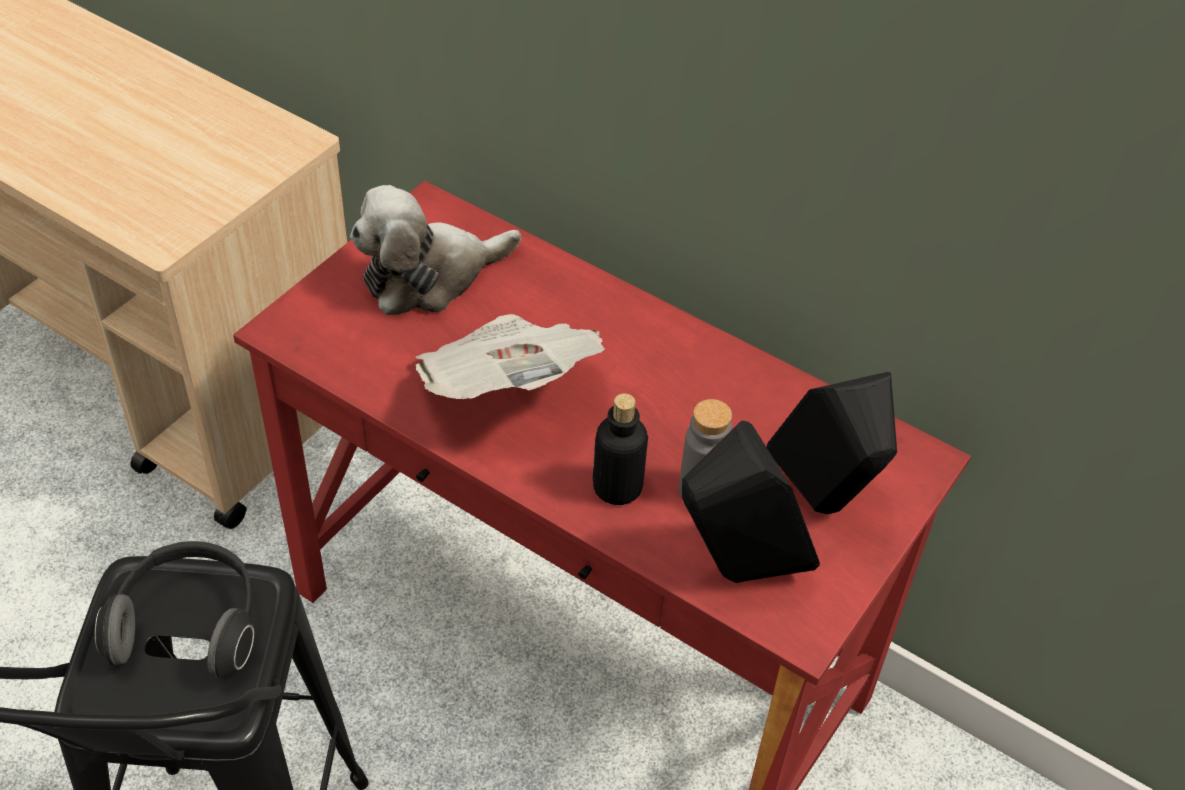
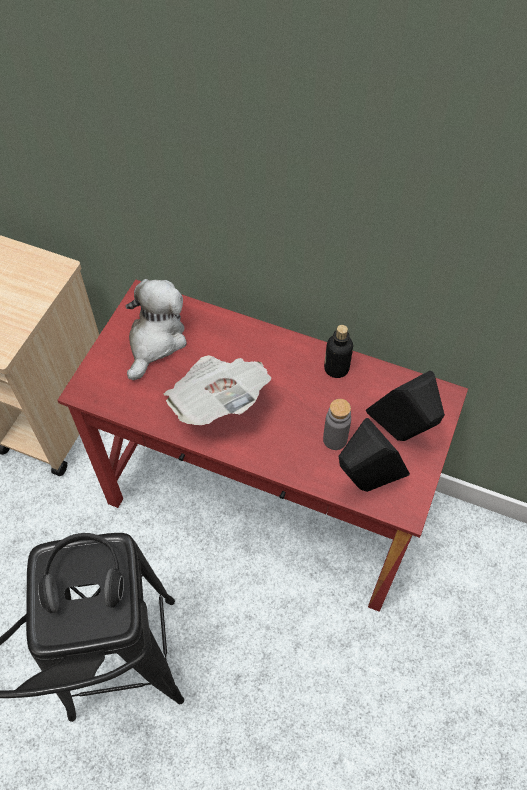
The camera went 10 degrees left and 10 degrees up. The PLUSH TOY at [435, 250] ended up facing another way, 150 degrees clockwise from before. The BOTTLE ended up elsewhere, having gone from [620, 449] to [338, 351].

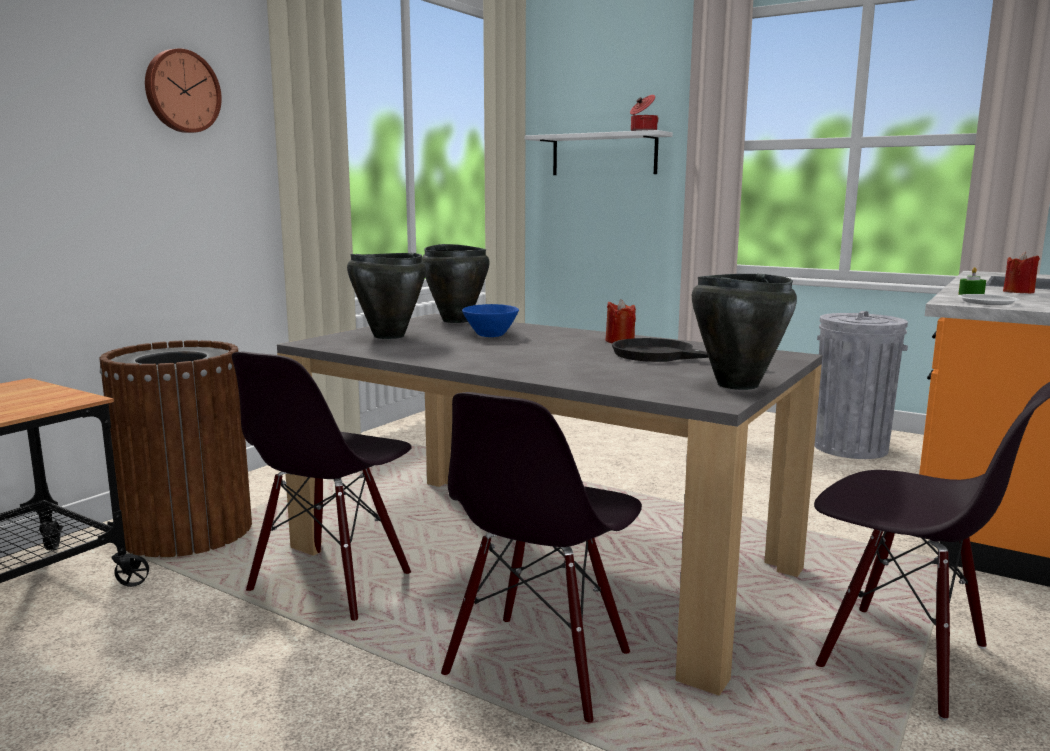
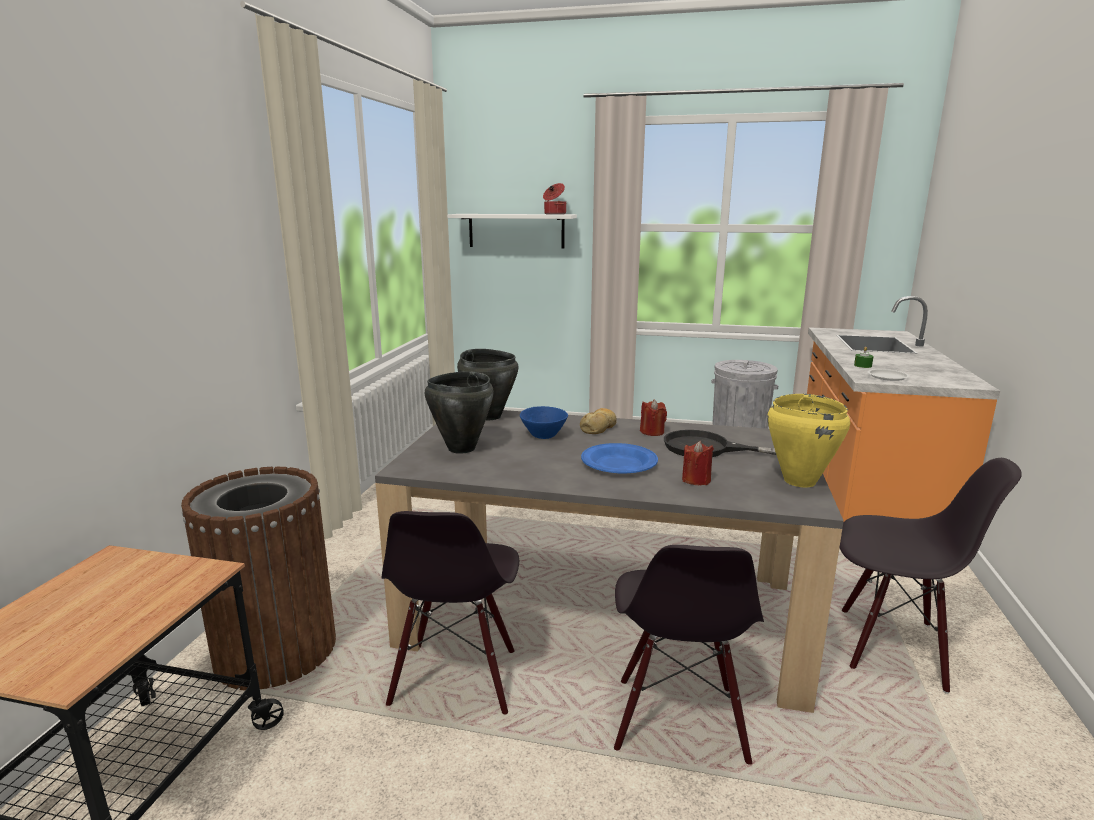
The camera went 20 degrees left and 5 degrees up. The second view lost the WALL CLOCK at [183, 90]. The RED CANDLE ended up elsewhere, having gone from [1021, 273] to [698, 463]. What was the BLACK COOKING POT at [744, 331] turned into the YELLOW COOKING POT at [808, 440]. The second view gained the BREAD at [598, 421]. The second view gained the BLUE PLATE at [619, 458].

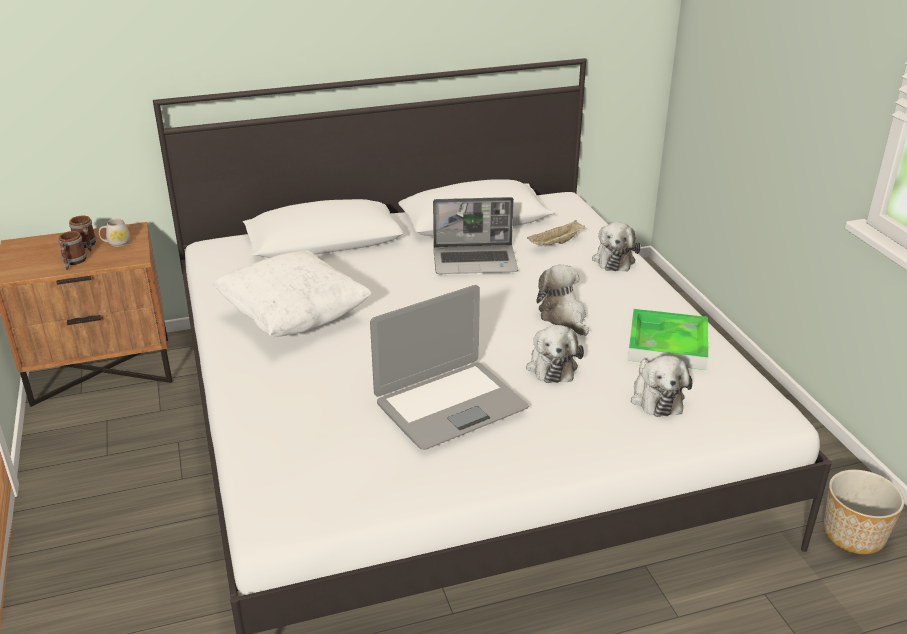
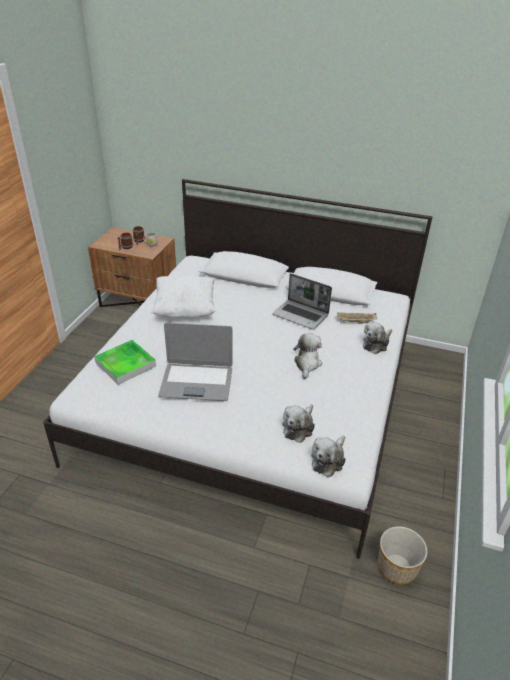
The camera went 35 degrees right and 5 degrees up. The TRAY ended up elsewhere, having gone from [667, 339] to [125, 362]. The PLUSH TOY ended up elsewhere, having gone from [555, 354] to [328, 456].

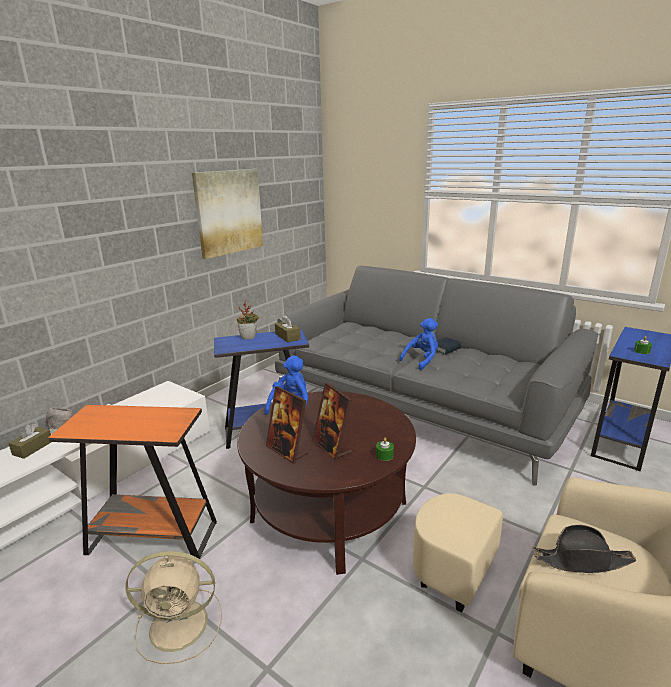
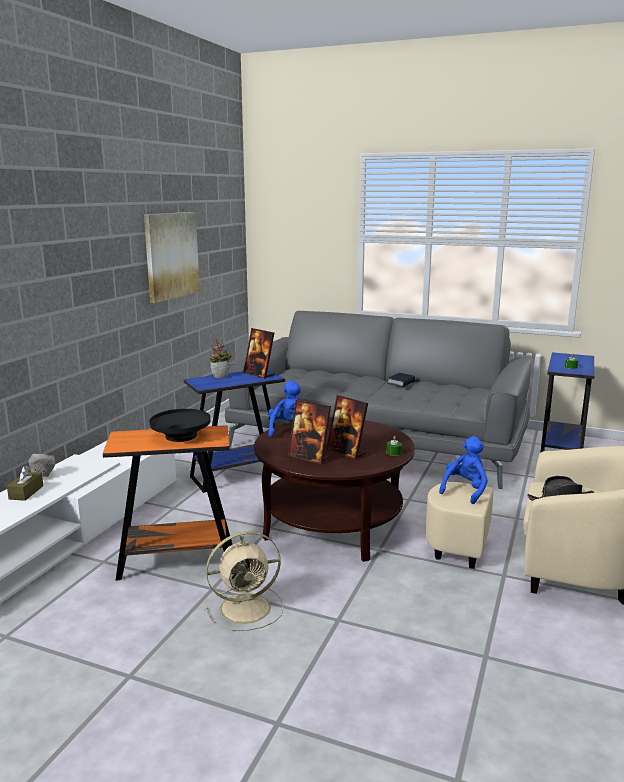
The camera went 15 degrees left and 5 degrees down. Where the BROWN TISSUE BOX stood at [288, 328], the PICTURE FRAME came to stand at [259, 353]. The BLUE PLUSH TOY ended up elsewhere, having gone from [418, 344] to [463, 470]. The second view gained the BLACK BOWL at [179, 425].

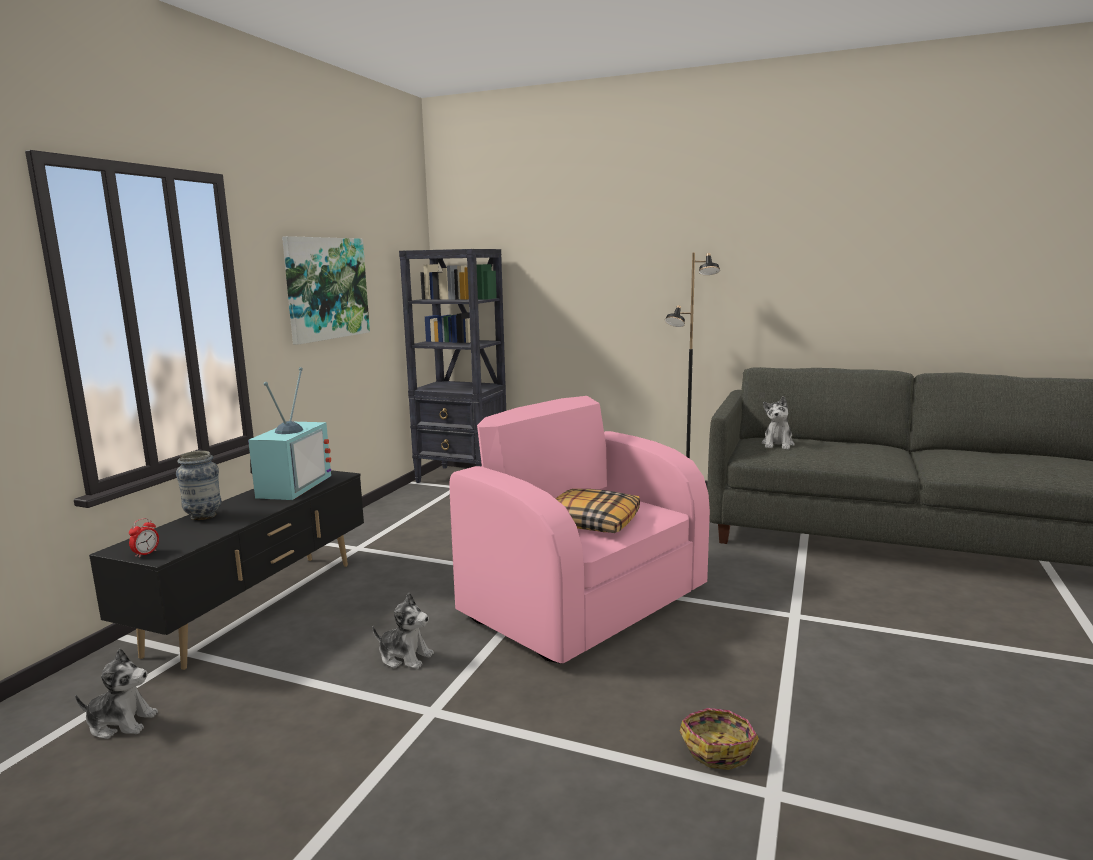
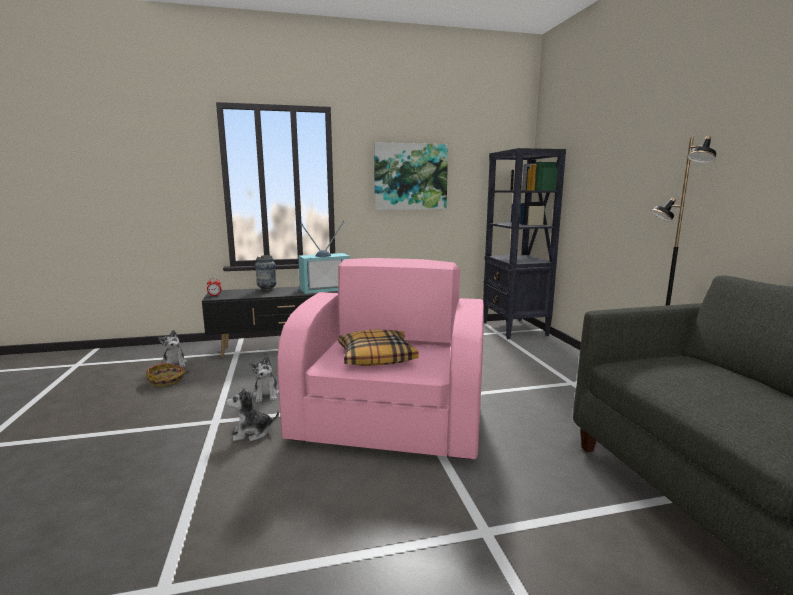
The camera went 55 degrees right and 0 degrees up. The PLUSH TOY ended up elsewhere, having gone from [778, 423] to [252, 413]. The BASKET ended up elsewhere, having gone from [719, 739] to [167, 374].

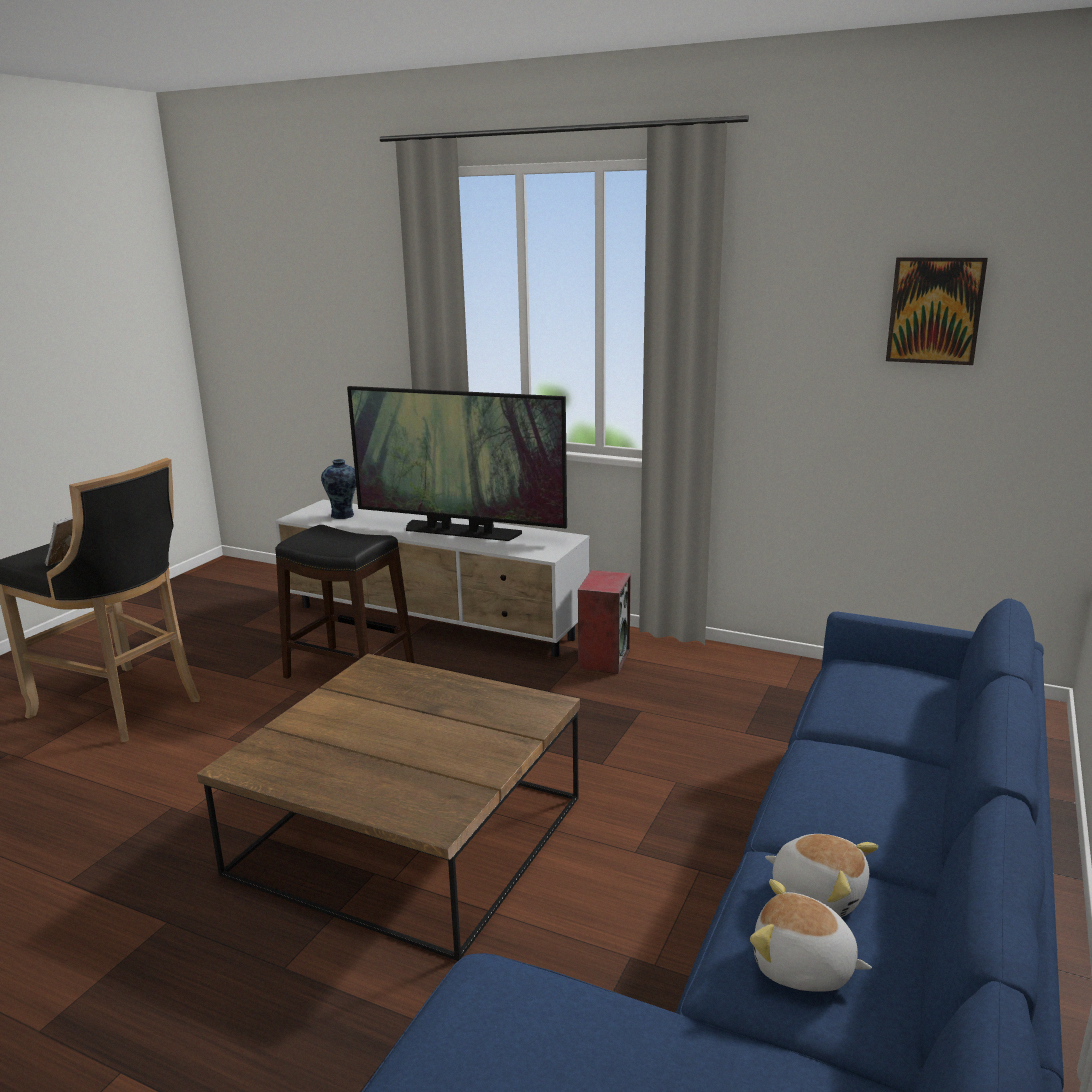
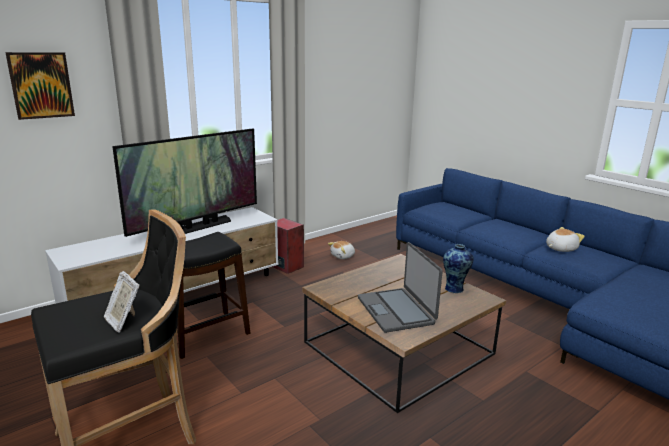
The camera went 65 degrees left and 0 degrees up. The PICTURE ended up elsewhere, having gone from [937, 311] to [40, 86]. The VASE ended up elsewhere, having gone from [338, 489] to [458, 268]. The PLUSH TOY ended up elsewhere, having gone from [811, 935] to [341, 250]. The second view gained the LAPTOP at [400, 287].

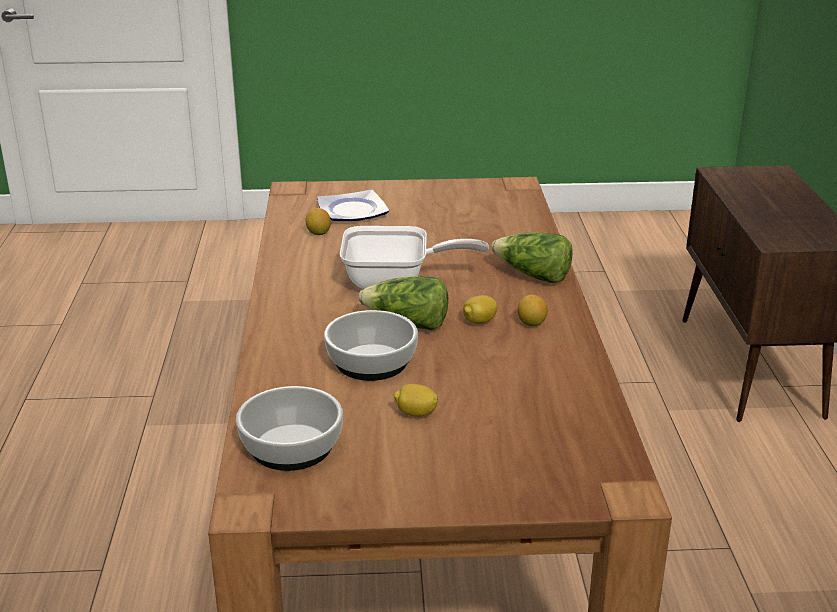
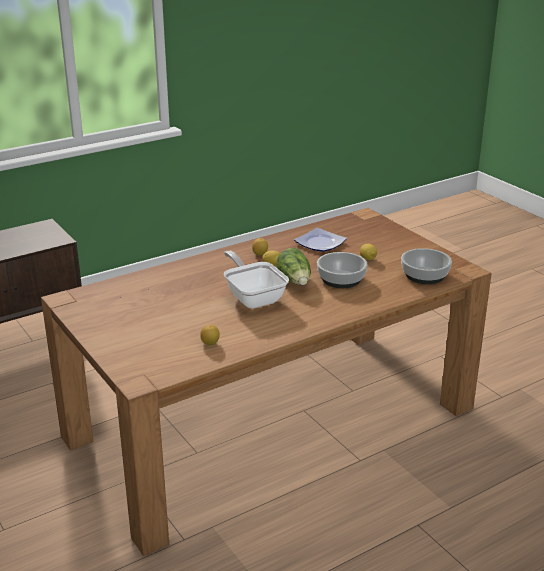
The camera went 120 degrees left and 0 degrees up. The PLATE ended up elsewhere, having gone from [353, 205] to [320, 240]. The second view lost the LETTUCE at [532, 258].

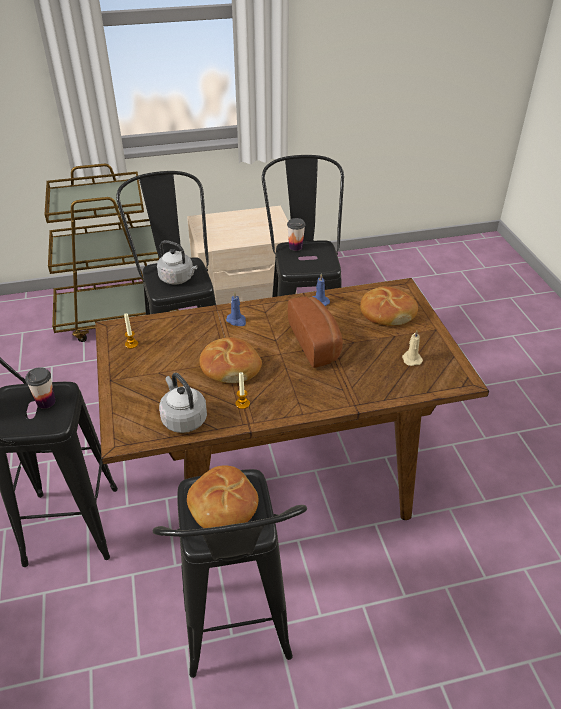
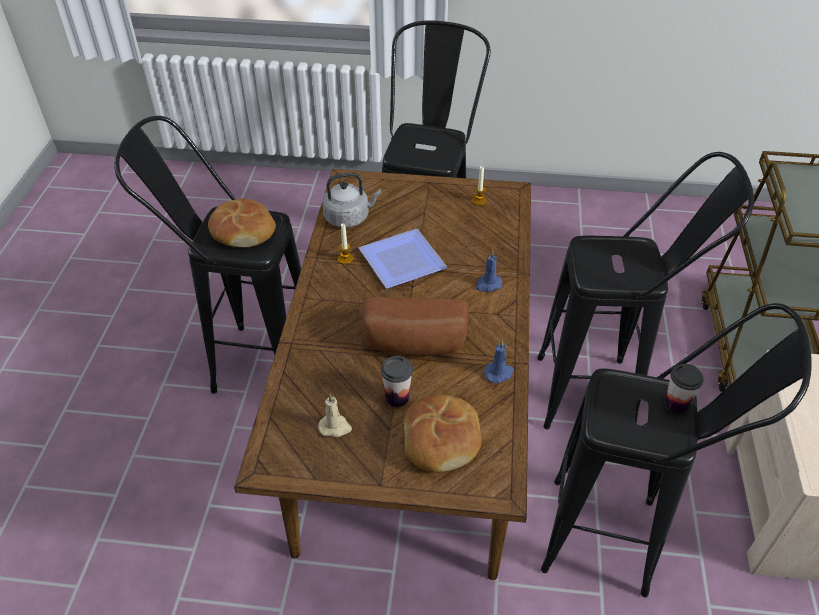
The camera went 110 degrees right and 5 degrees up. The second view lost the GREY KETTLE at [177, 262]. Where the BREAD stood at [230, 360], the PLATE came to stand at [403, 259]. The CUP ended up elsewhere, having gone from [40, 388] to [397, 381].

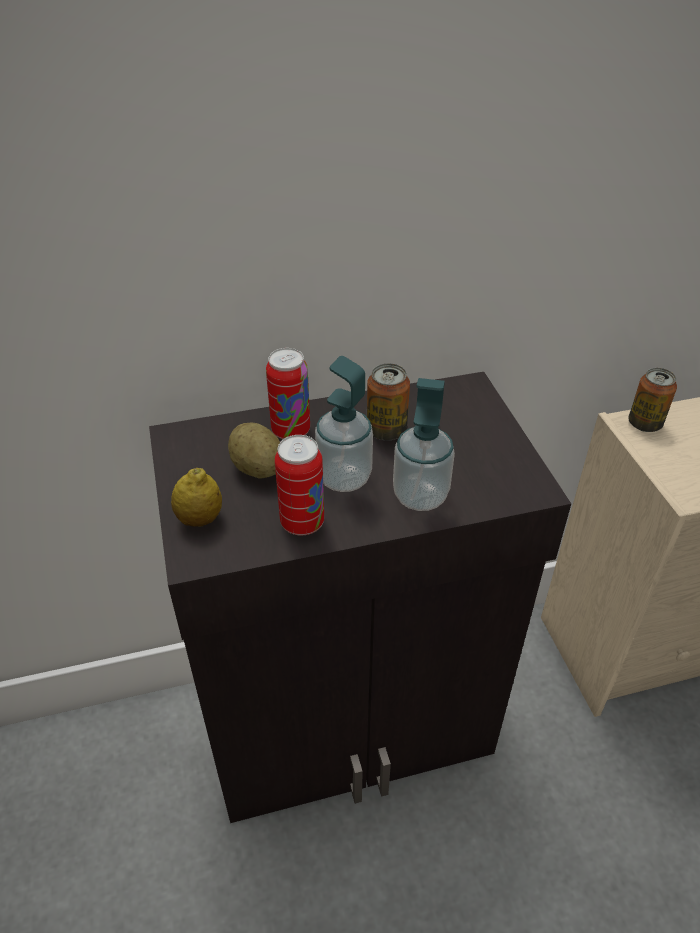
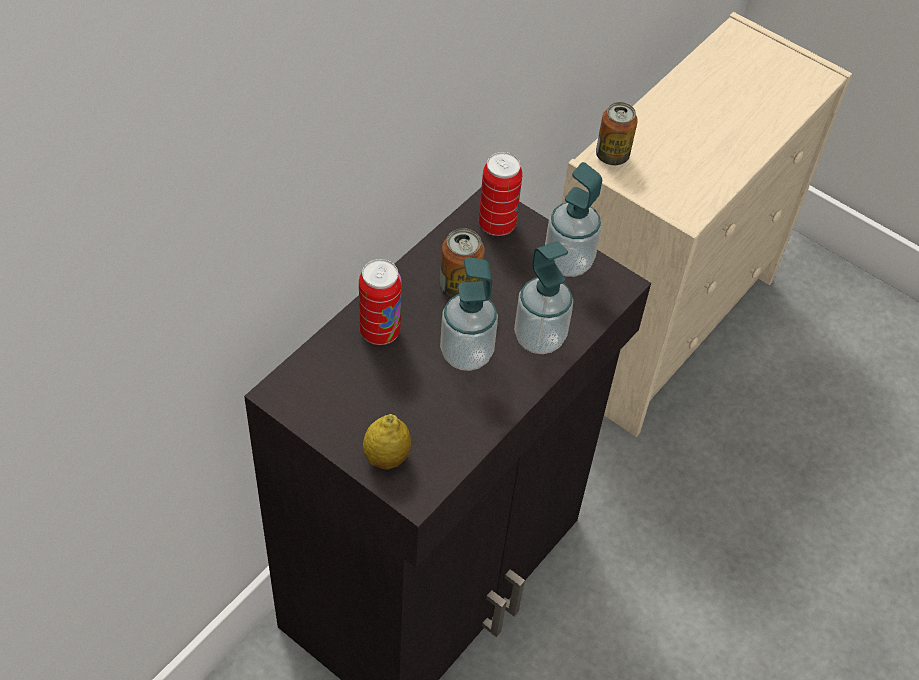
The camera went 40 degrees left and 10 degrees up. The second view lost the POTATO at [254, 450]. The CAN ended up elsewhere, having gone from [299, 485] to [501, 194]. The second view gained the SOAP DISPENSER at [573, 219].

